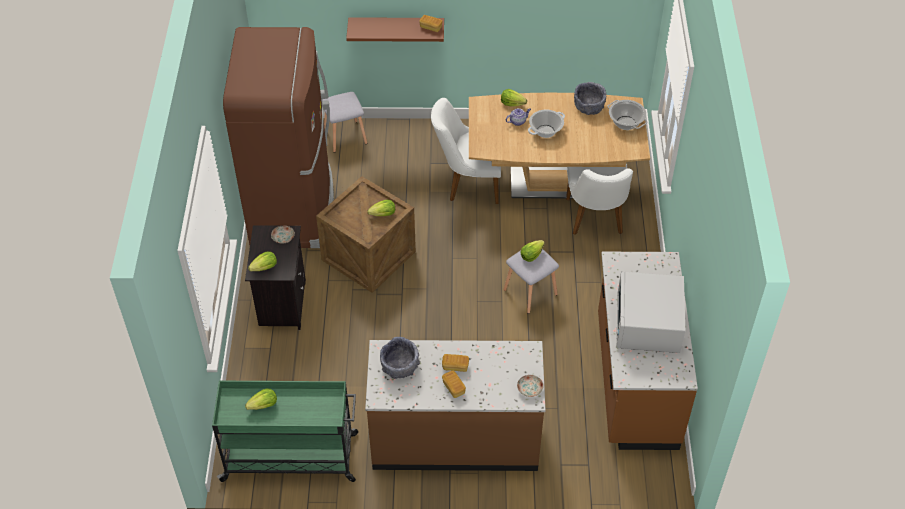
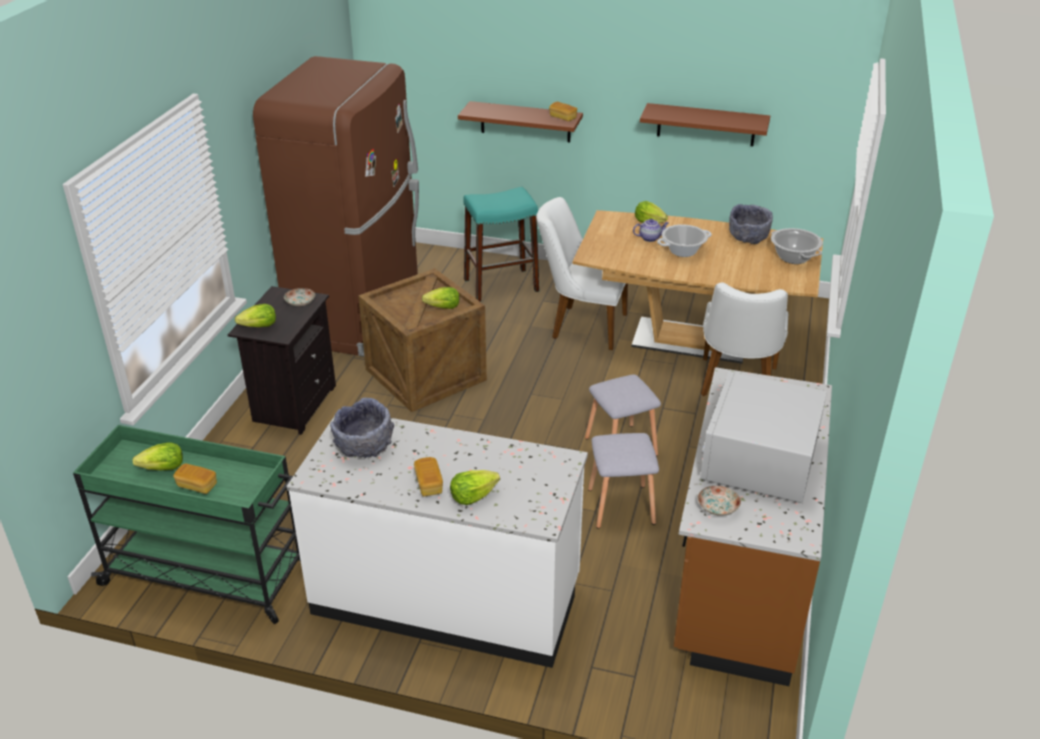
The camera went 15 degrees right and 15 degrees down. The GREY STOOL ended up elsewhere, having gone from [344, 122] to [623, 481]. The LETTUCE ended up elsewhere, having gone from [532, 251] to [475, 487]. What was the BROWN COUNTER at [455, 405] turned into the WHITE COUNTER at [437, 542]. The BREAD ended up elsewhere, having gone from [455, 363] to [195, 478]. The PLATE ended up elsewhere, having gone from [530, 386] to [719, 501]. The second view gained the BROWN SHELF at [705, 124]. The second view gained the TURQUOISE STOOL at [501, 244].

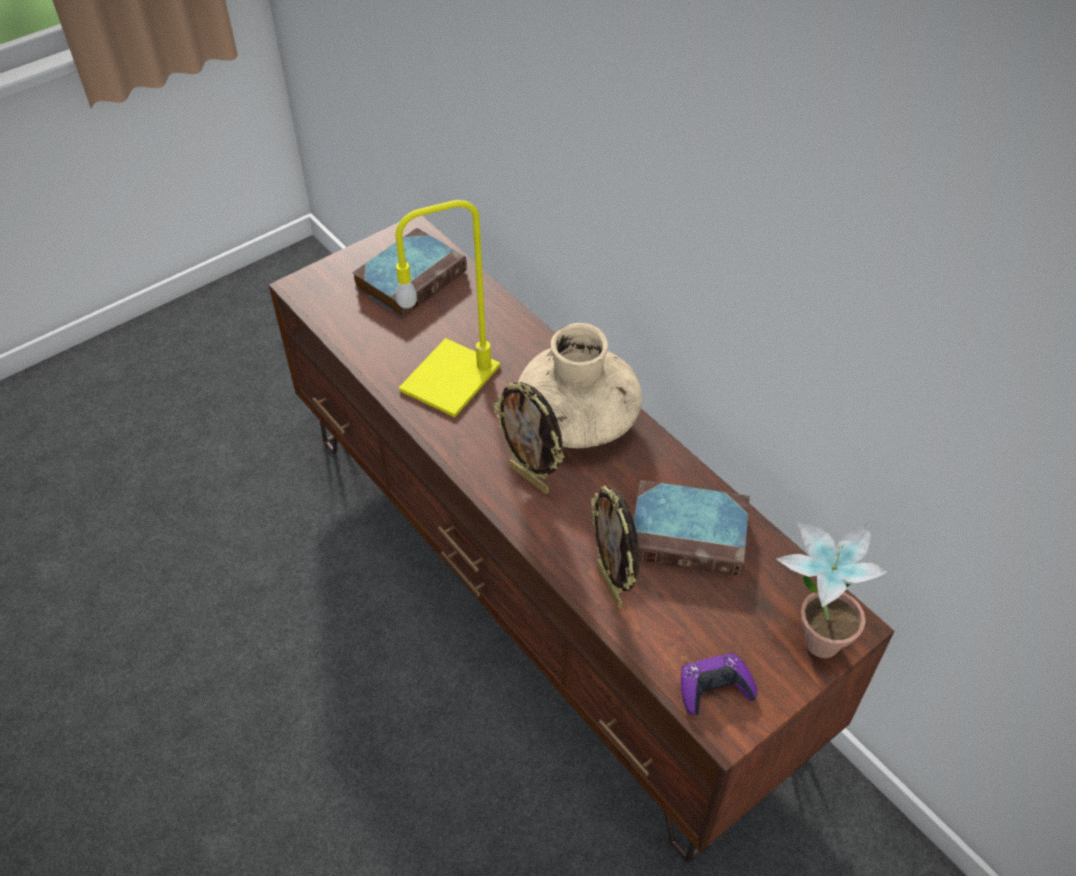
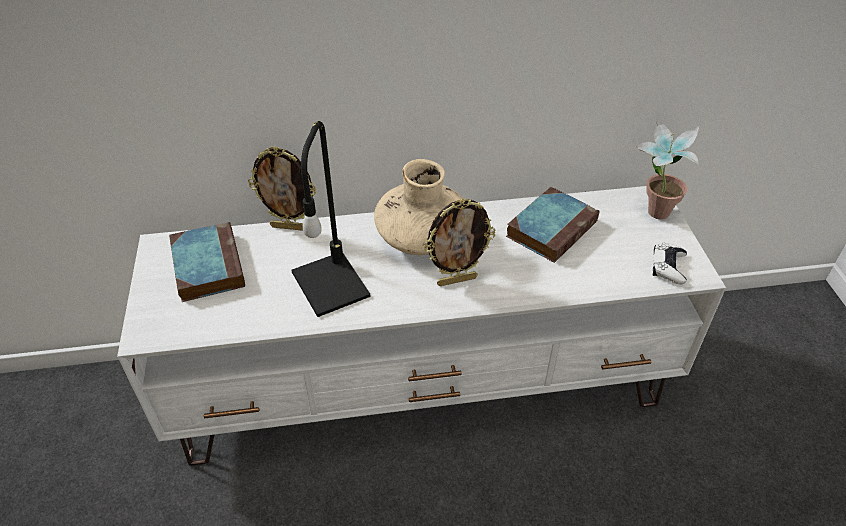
The camera went 60 degrees left and 5 degrees down. What was the YELLOW TABLE LAMP at [448, 308] turned into the BLACK TABLE LAMP at [331, 219]. What was the BROWN TV STAND at [582, 539] turned into the WHITE TV STAND at [421, 326]. The PICTURE FRAME ended up elsewhere, having gone from [615, 547] to [282, 188]. What was the PURPLE GAME CONTROLLER at [719, 684] turned into the WHITE GAME CONTROLLER at [670, 263].

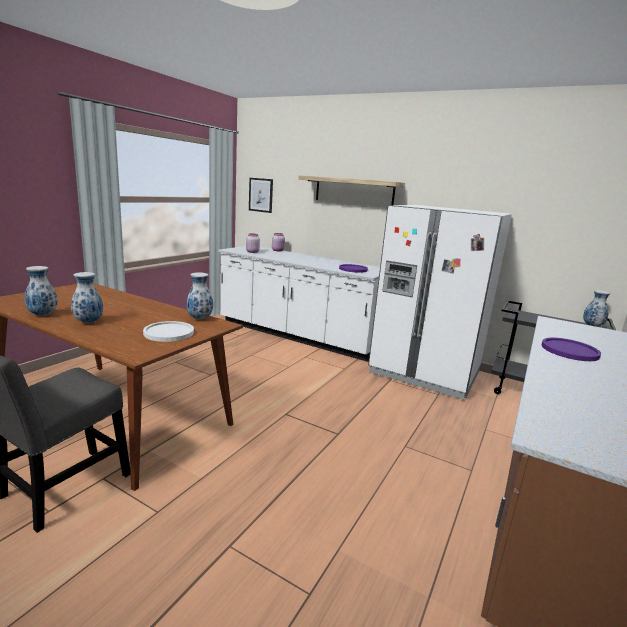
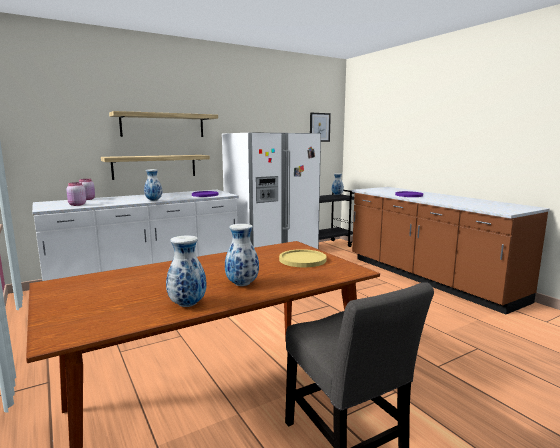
The camera went 60 degrees left and 5 degrees down. The PICTURE ended up elsewhere, having gone from [261, 195] to [320, 127]. The VASE ended up elsewhere, having gone from [199, 296] to [153, 185]. What was the WHITE PLATE at [168, 331] turned into the YELLOW PLATE at [303, 258]. The second view gained the SHELF at [155, 167].

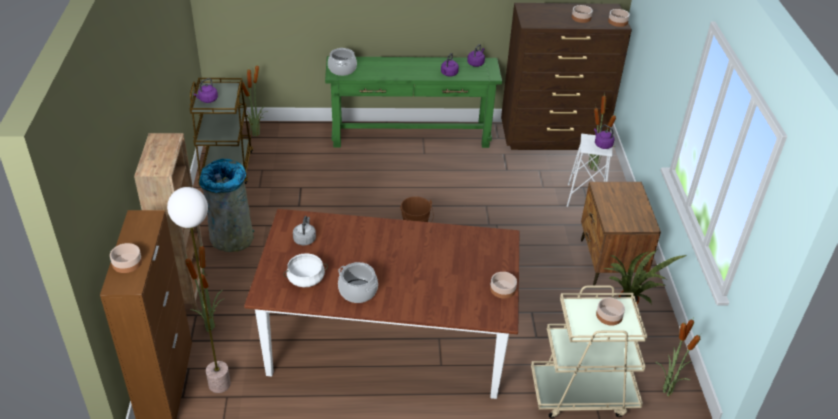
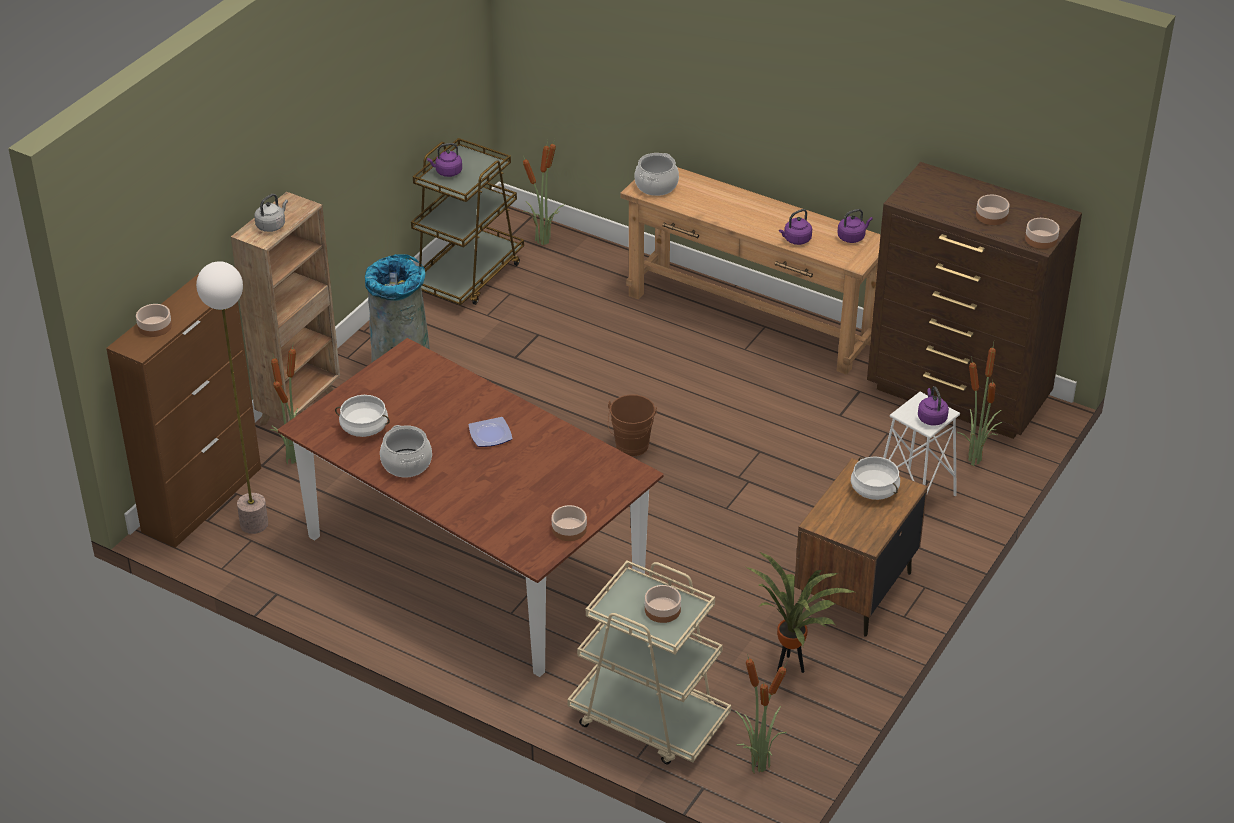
The camera went 35 degrees right and 0 degrees up. What was the GREEN CONSOLE TABLE at [413, 102] turned into the BROWN CONSOLE TABLE at [750, 271]. The GREY KETTLE ended up elsewhere, having gone from [304, 230] to [271, 213]. The second view gained the PLATE at [490, 432]. The second view gained the WHITE COOKING POT at [875, 478].

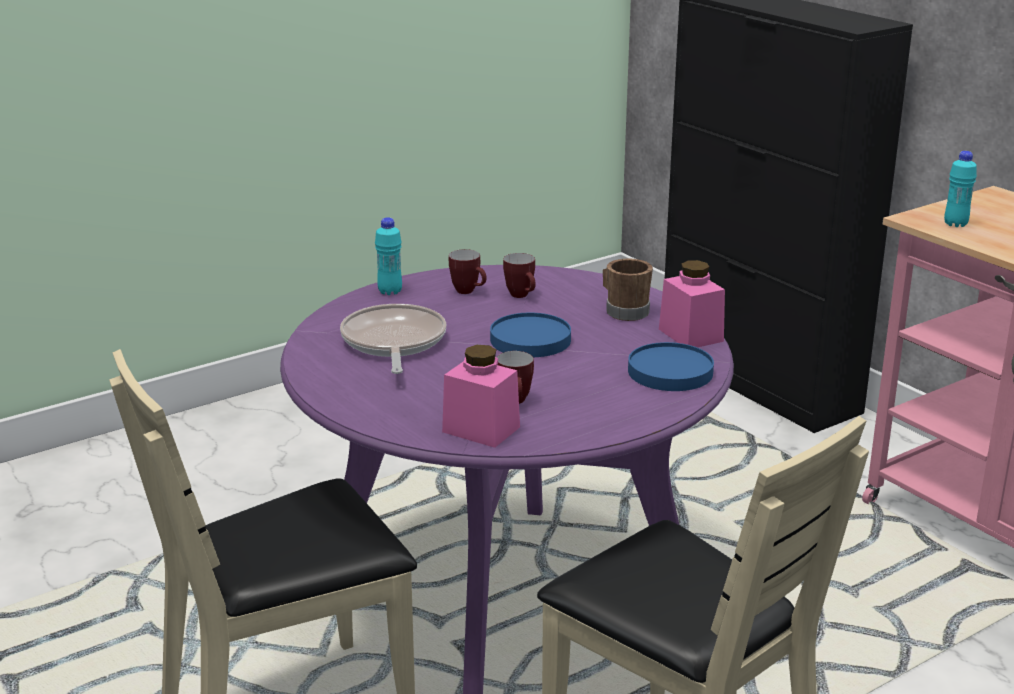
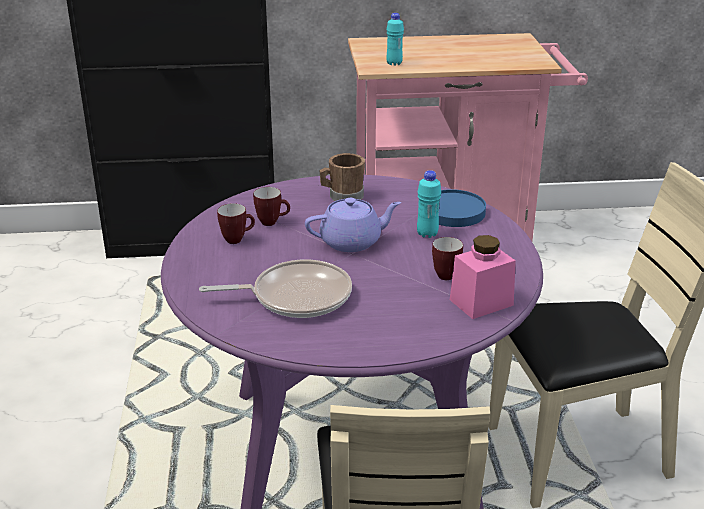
The camera went 60 degrees left and 5 degrees up. The TURQUOISE BOTTLE ended up elsewhere, having gone from [388, 256] to [429, 204]. The second view lost the PINK JAR at [692, 304]. The FRYING PAN at [393, 339] ended up facing another way, 150 degrees clockwise from before. Where the BLUE PLATE stood at [530, 335], the PURPLE TEAPOT came to stand at [353, 225].

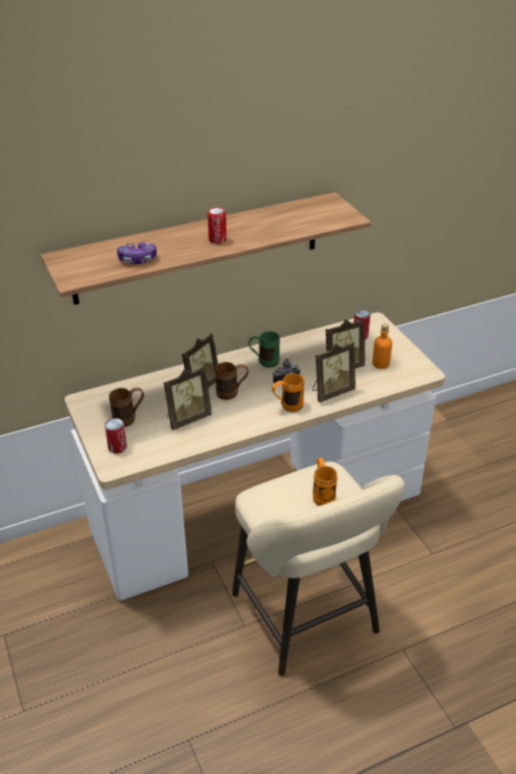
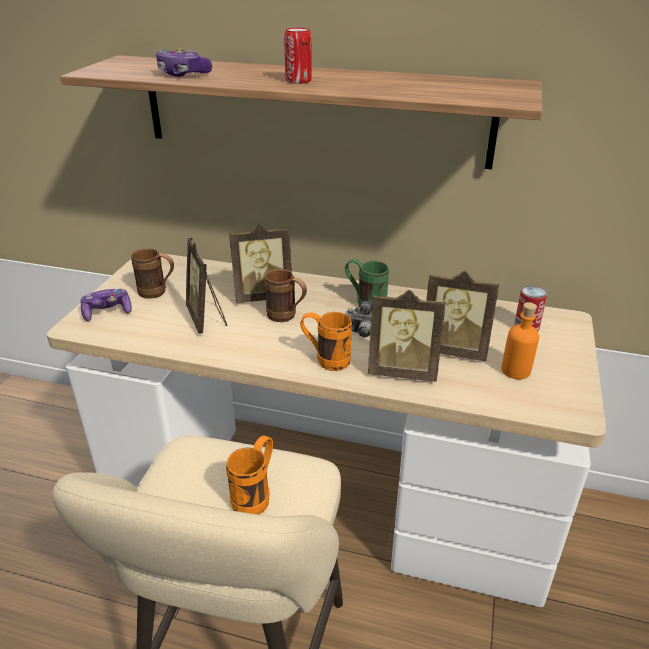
The camera went 40 degrees right and 5 degrees down. The PICTURE FRAME at [187, 398] ended up facing another way, 60 degrees clockwise from before. Where the CAN stood at [116, 436], the GAME CONTROLLER came to stand at [106, 305].

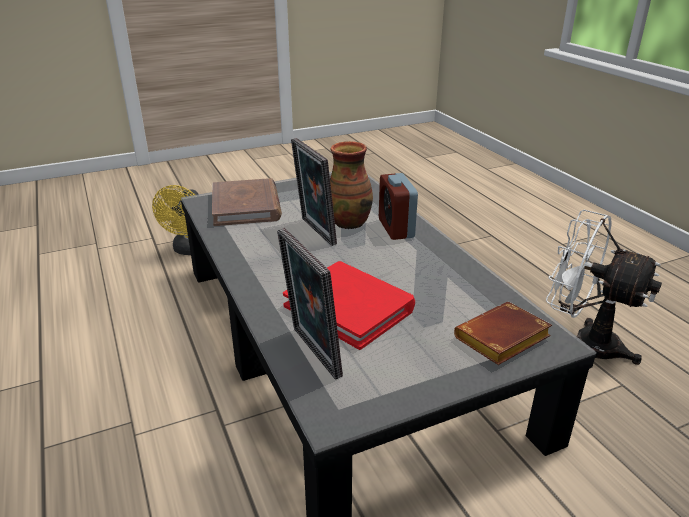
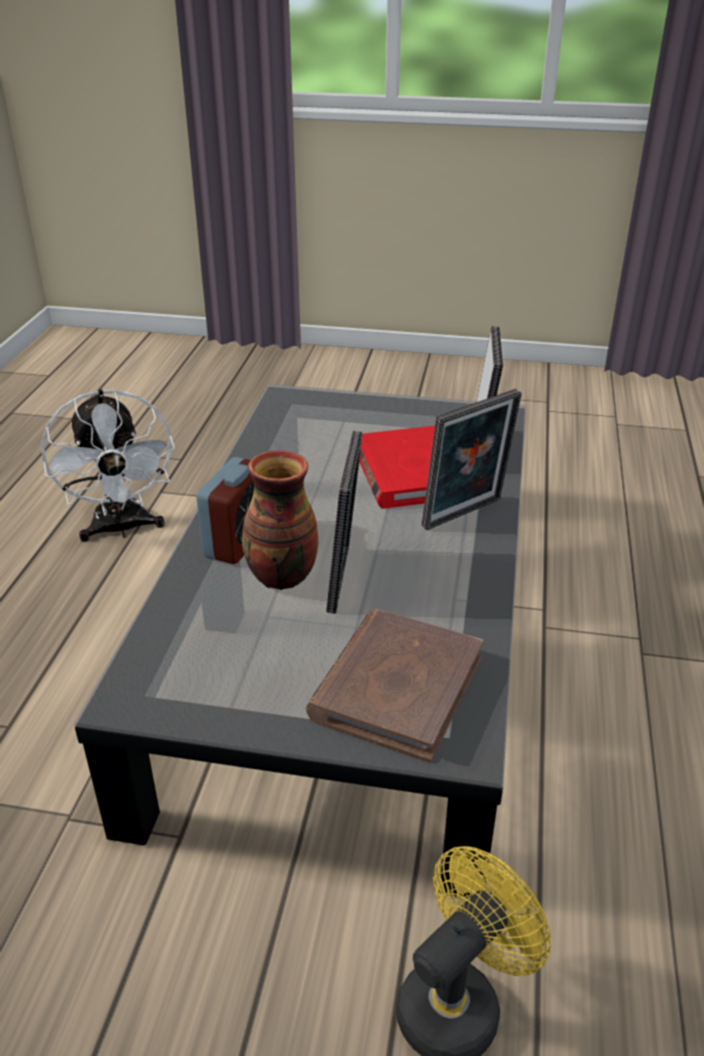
The camera went 145 degrees left and 5 degrees up. The second view lost the BROWN BOOK at [503, 333]. The second view gained the PICTURE FRAME at [472, 459].

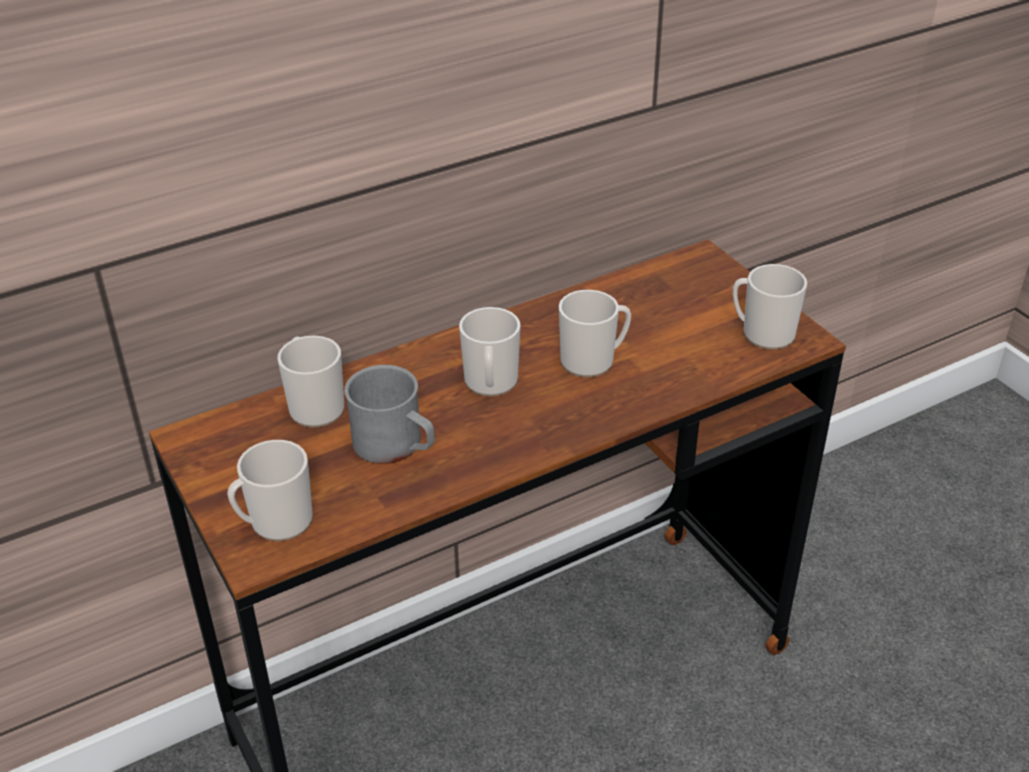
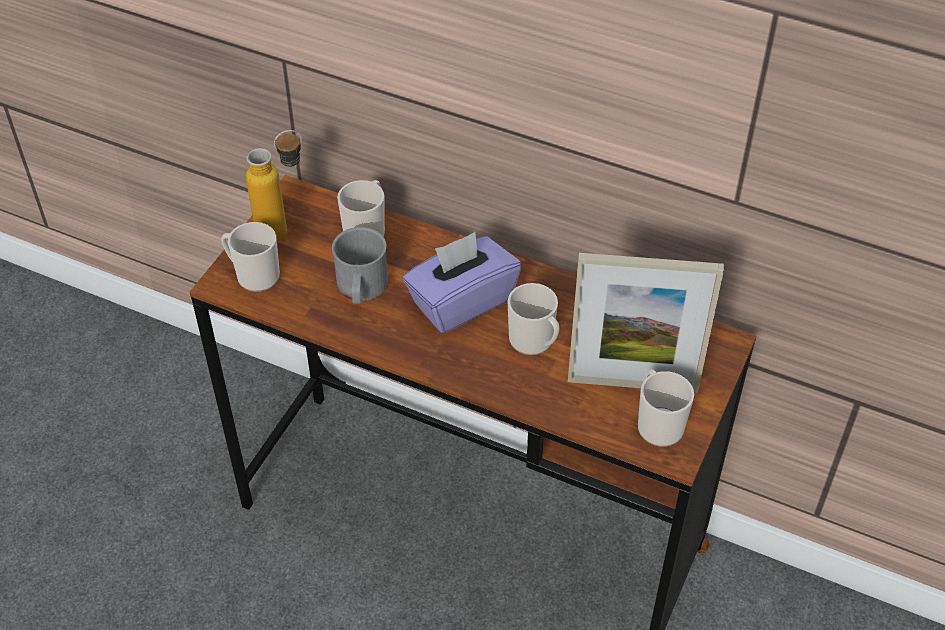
The camera went 55 degrees right and 10 degrees up. Where the MUG stood at [490, 351], the PURPLE TISSUE BOX came to stand at [462, 282]. The second view gained the BOTTLE at [274, 186]. The second view gained the PICTURE FRAME at [646, 323].

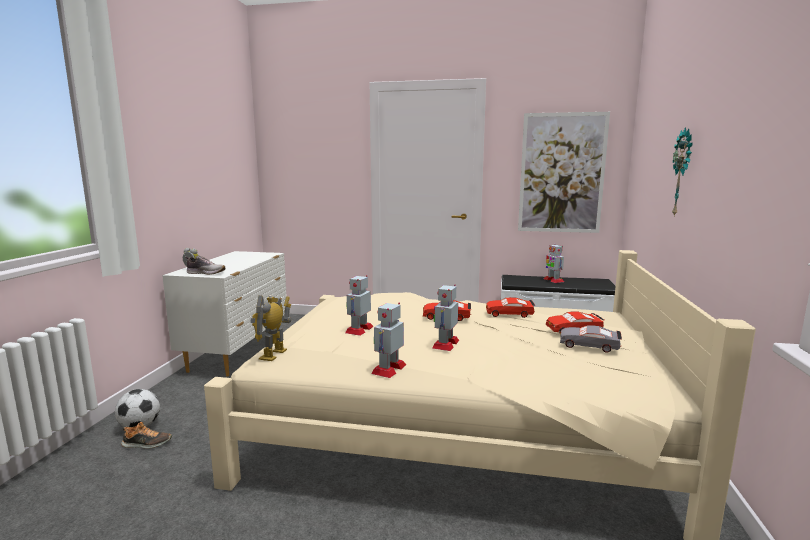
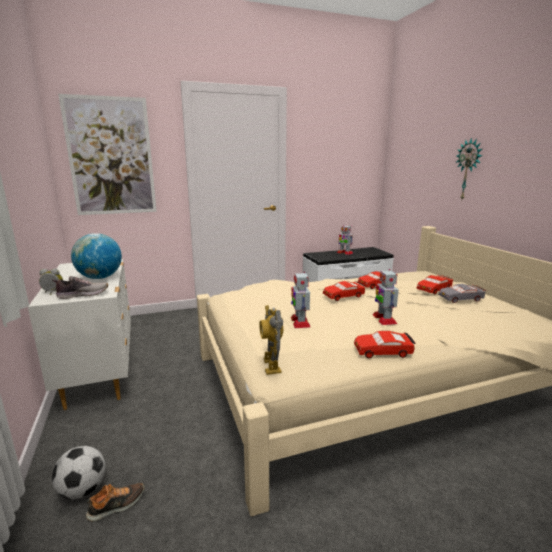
The camera went 30 degrees left and 5 degrees up. The PICTURE ended up elsewhere, having gone from [564, 172] to [107, 154]. Where the TOY ROBOT stood at [388, 340], the RED TOY CAR came to stand at [385, 344]. The second view gained the GLOBE at [96, 256].

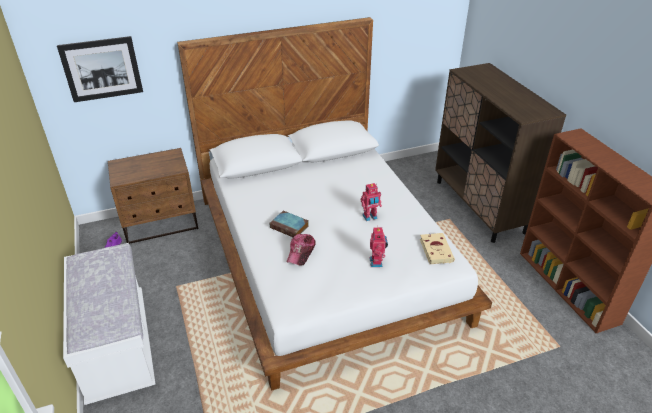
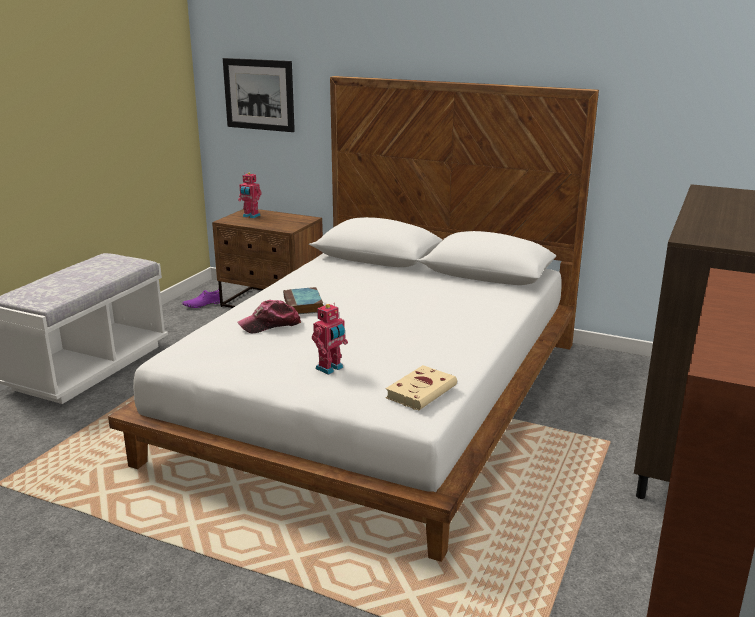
The camera went 45 degrees right and 15 degrees down. The TOY ROBOT ended up elsewhere, having gone from [371, 202] to [250, 195].

